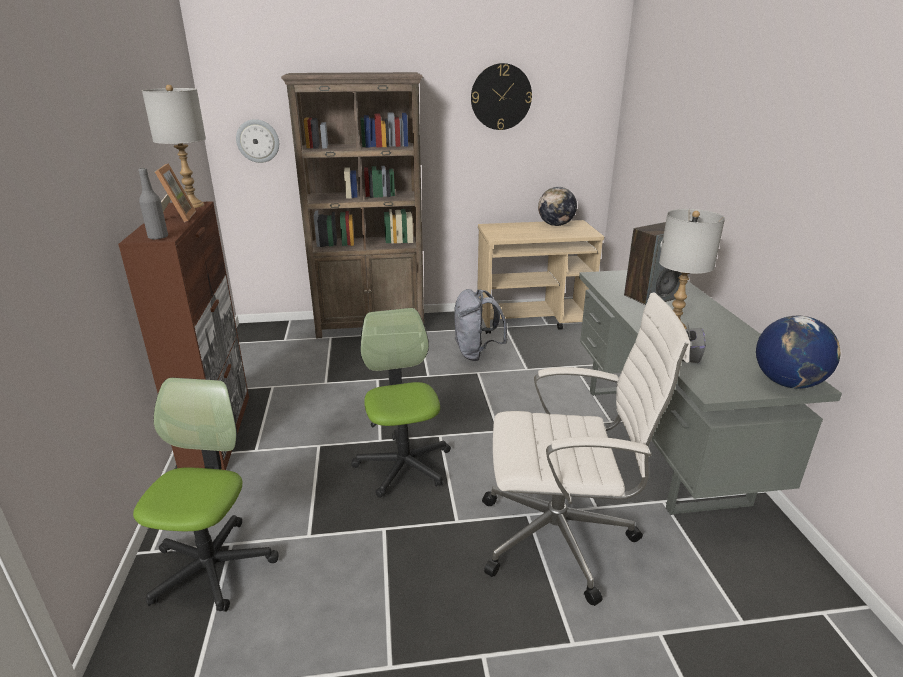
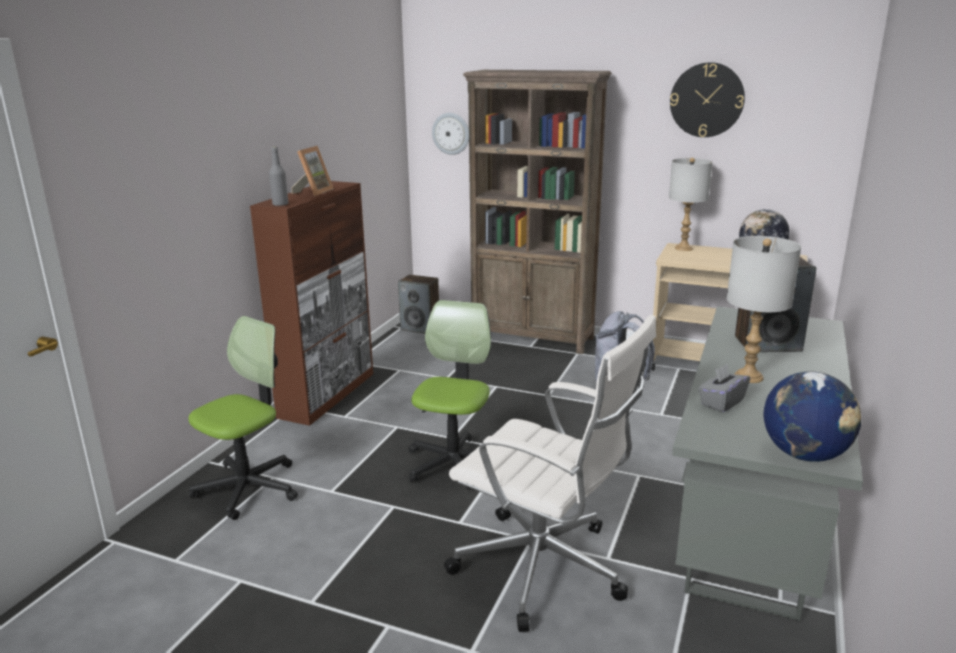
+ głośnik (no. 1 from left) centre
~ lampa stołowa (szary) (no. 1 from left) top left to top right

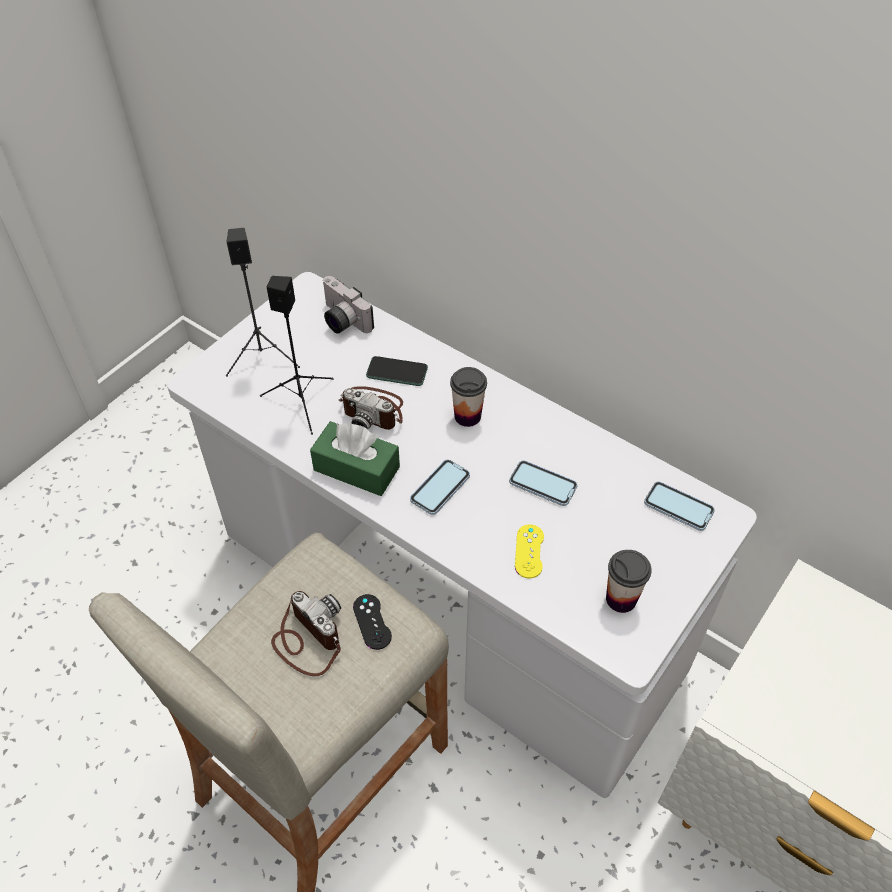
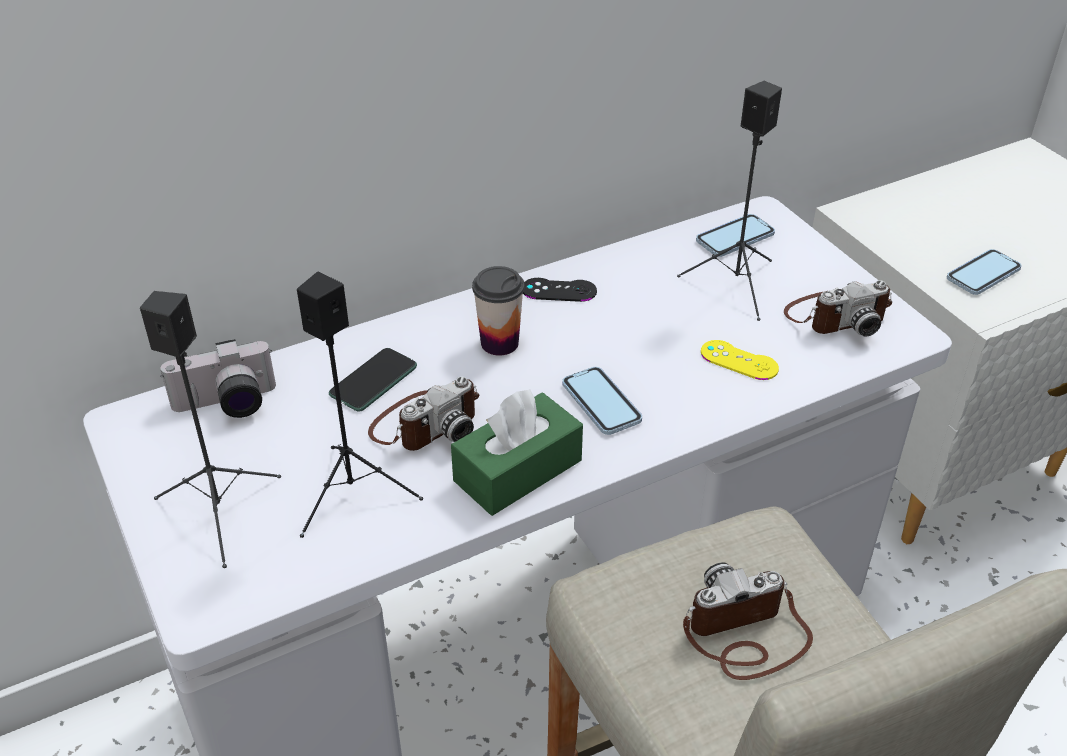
~ pad do gier (czarny) bottom centre to centre
+ głośnik (czarny) (no. 3 from left) top right
~ filiżanka (no. 2 from left) middle right to aparat fotograficzny (no. 4 from left) middle right
~ telefon (no. 3 from left in the first image) centre to telefon (no. 4 from left) middle right

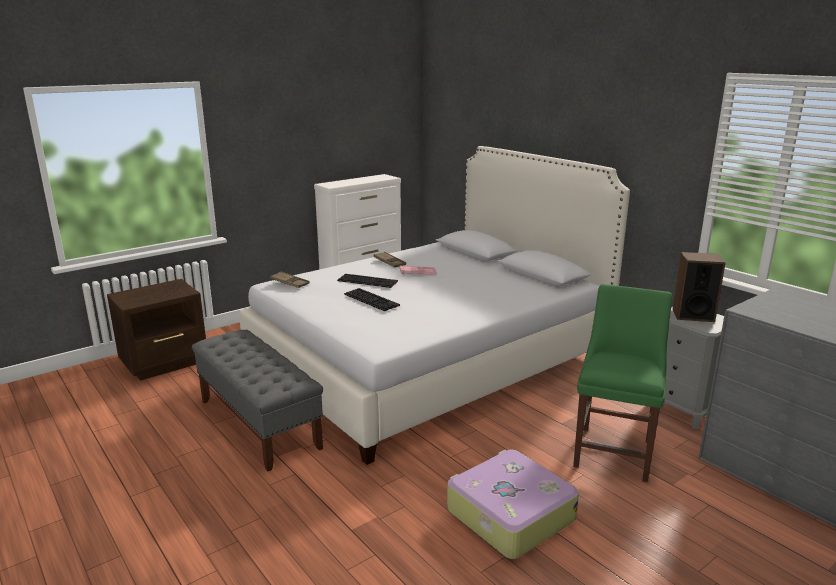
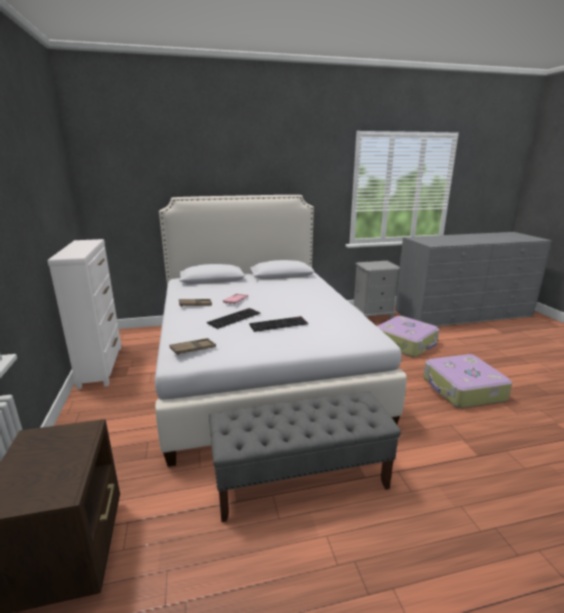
~ krzesło (zielony) middle right to walizka (no. 1 from left) middle right
- głośnik middle right

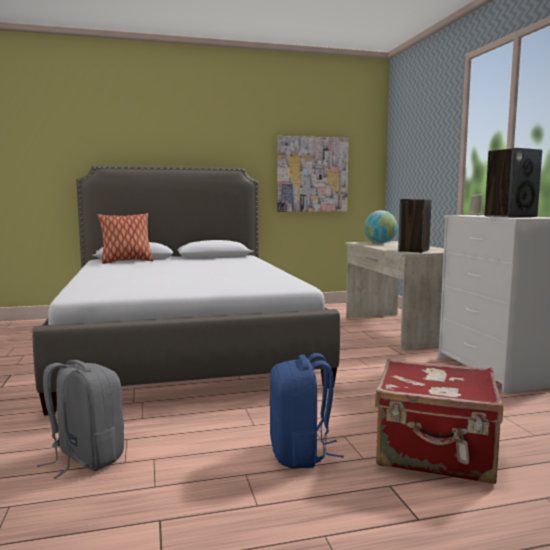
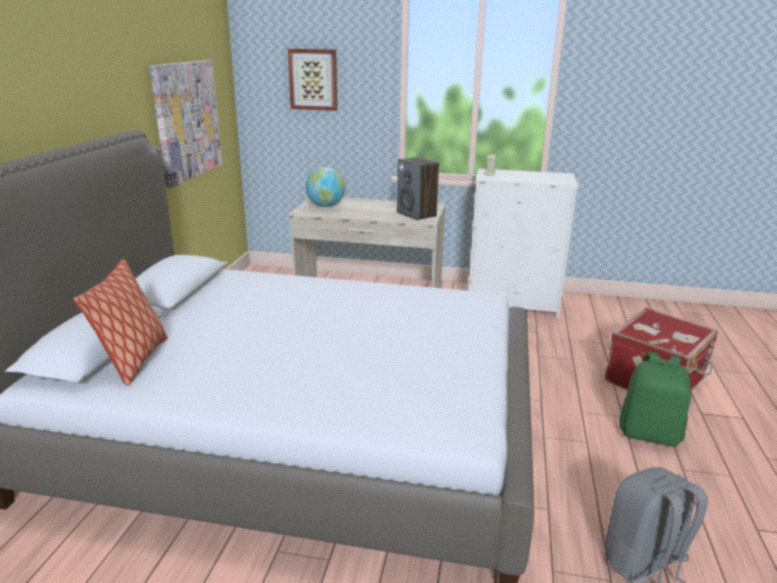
+ obraz (no. 2 from left) top centre
~ plecak (niebieski) bottom centre to plecak (zielony) bottom right
- głośnik (no. 2 from left) top right

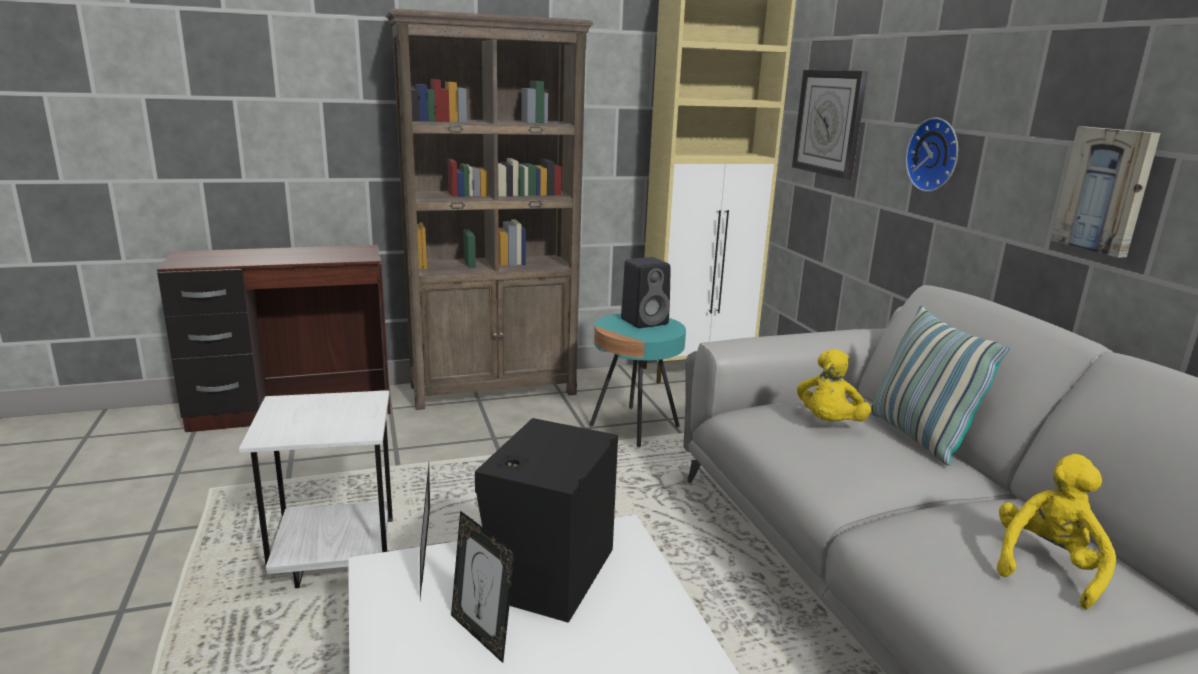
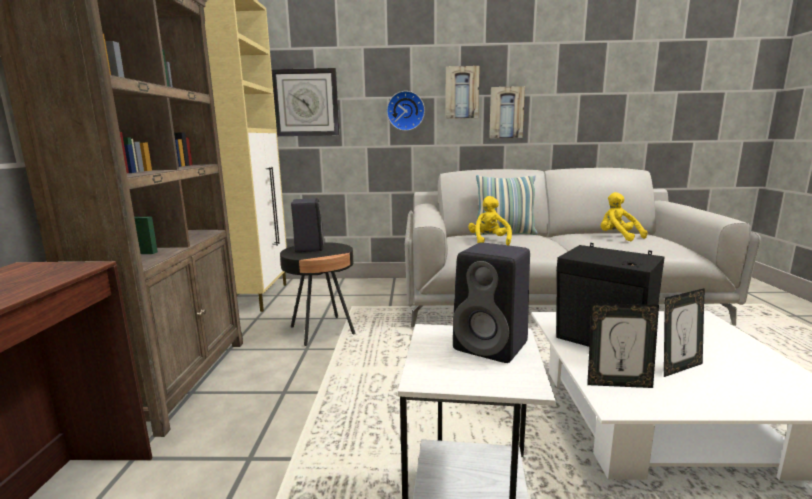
~ stolik (turkusowy) centre to stolik (czarny) centre
+ obraz (no. 1 from left) top centre
+ głośnik (czarny) (no. 2 from left) centre
~ pluszak (żółty) (no. 1 from left) middle right = centre 135 degrees counterclockwise

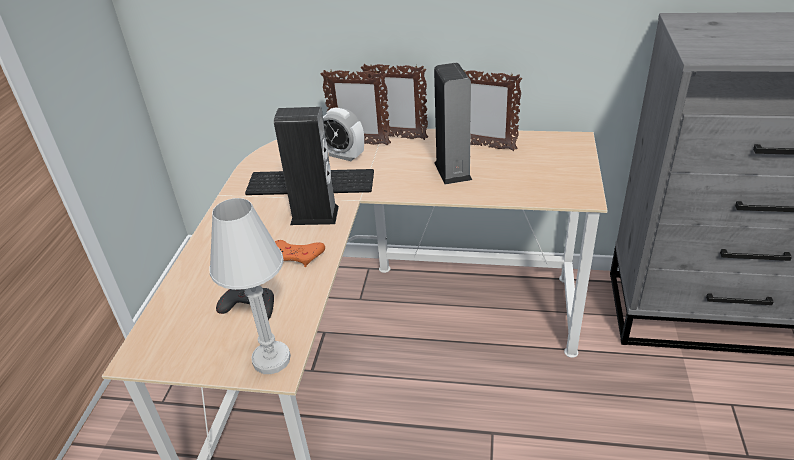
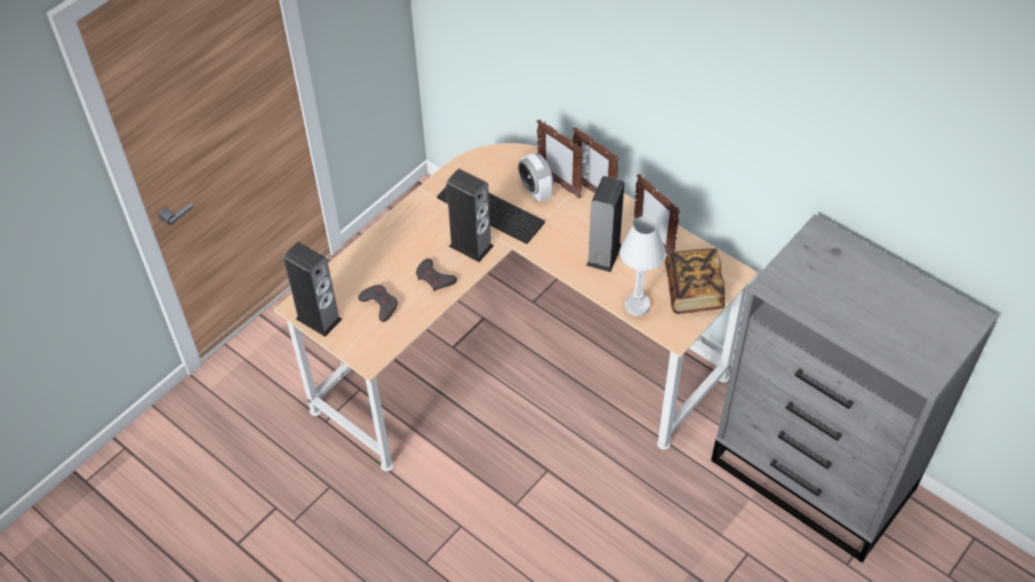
+ głośnik (no. 1 from left) middle left
~ pad do gier (pomarańczowy) centre to pad do gier (szary) (no. 2 from left) centre
~ lampa stołowa (biały) middle left to centre
+ książka middle right

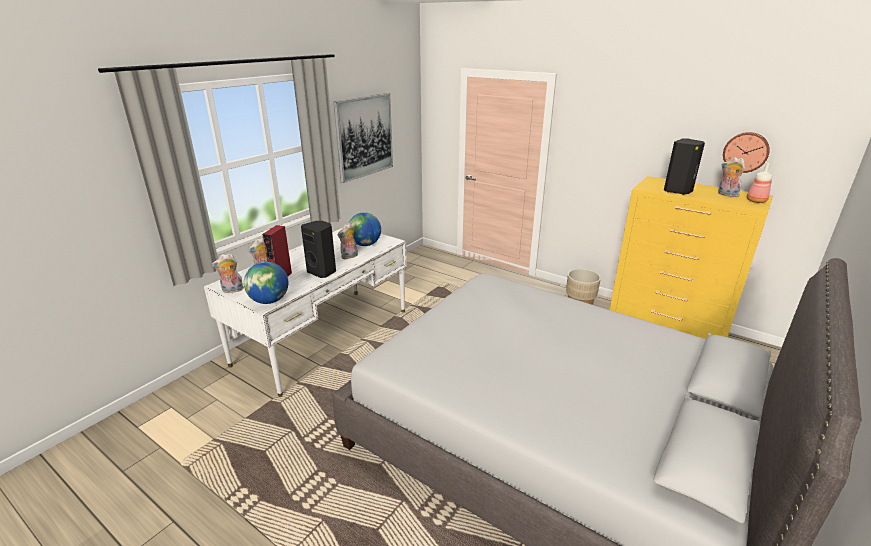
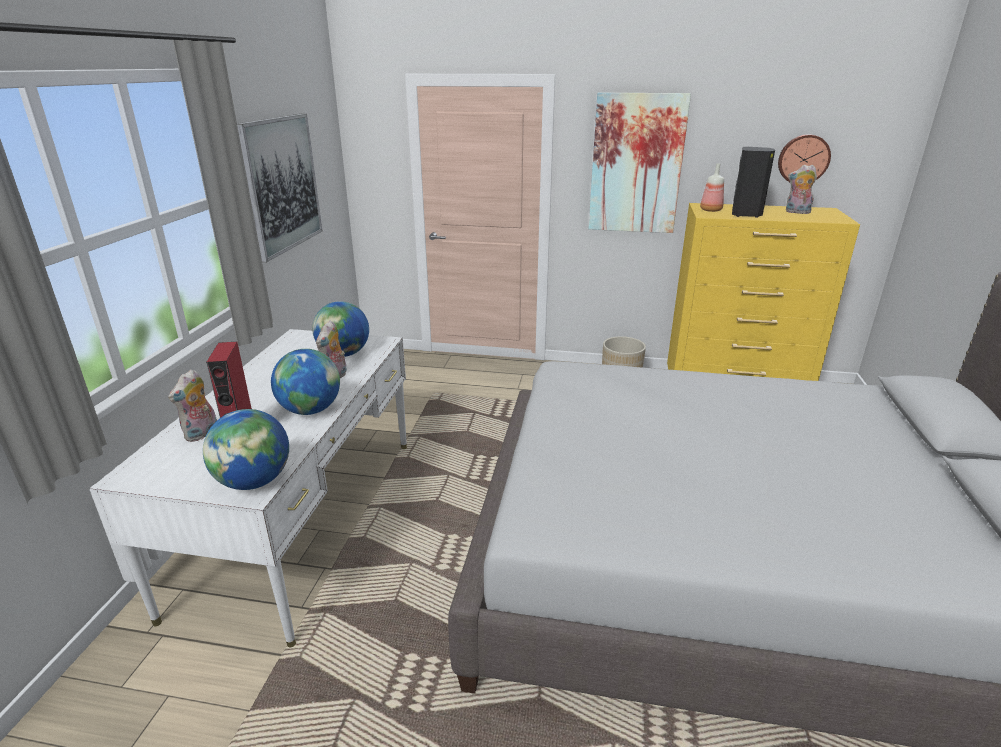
~ głośnik (czarny) (no. 1 from left) centre to globus (no. 2 from left) middle left
+ obraz (no. 2 from left) top centre
~ butelka middle right to top right
- pluszak (no. 1 from left) middle left

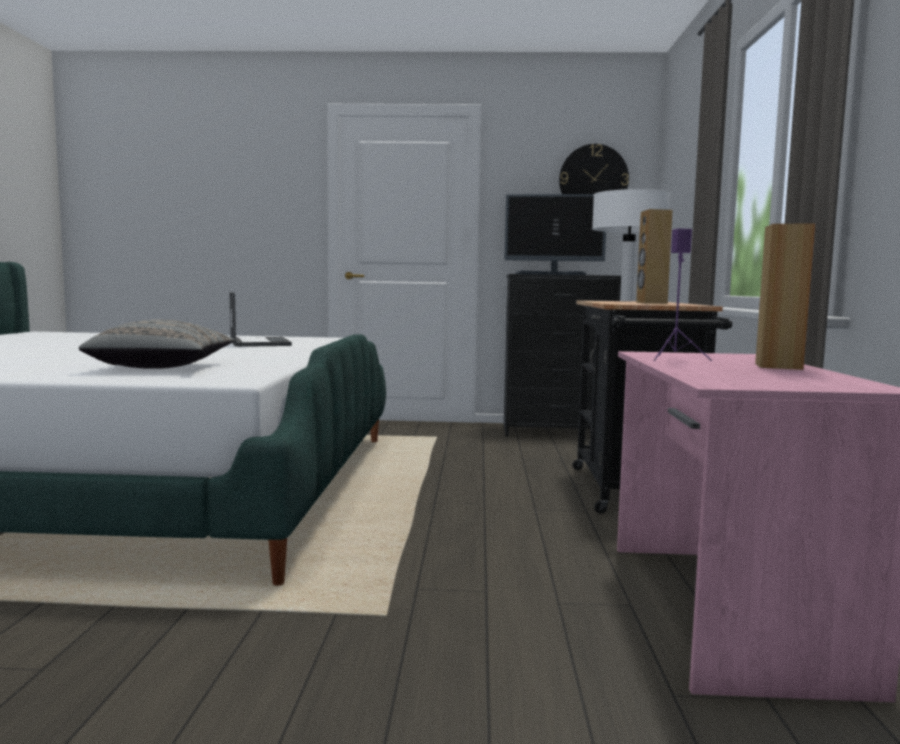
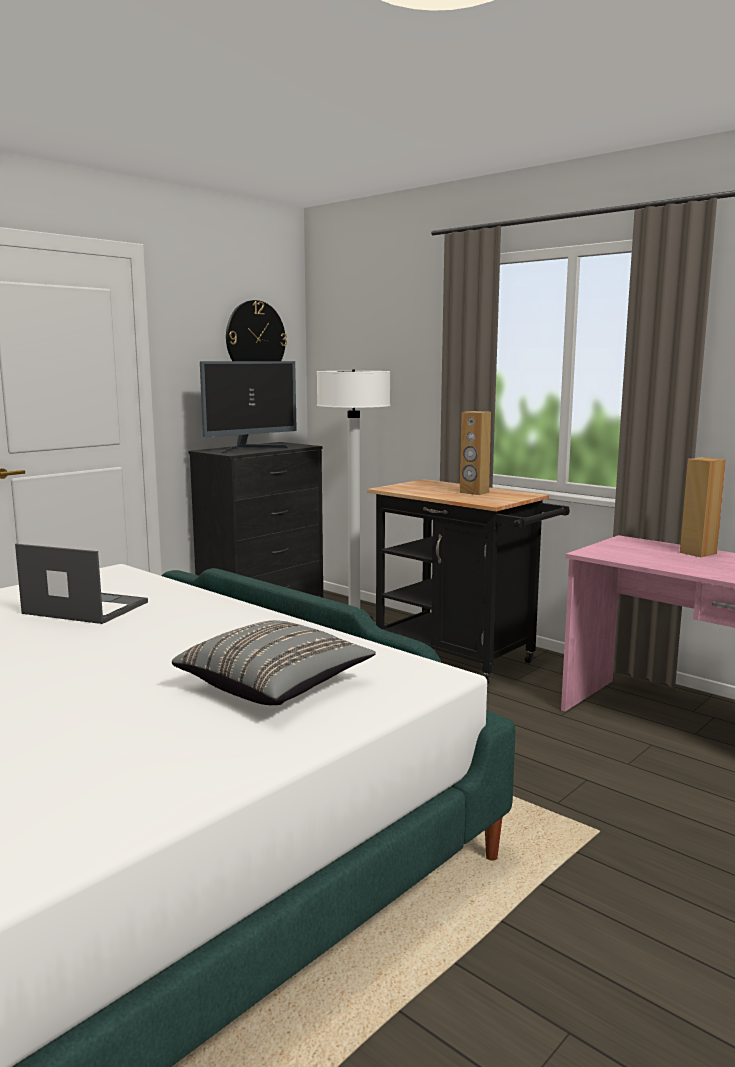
- głośnik (fioletowy) middle right

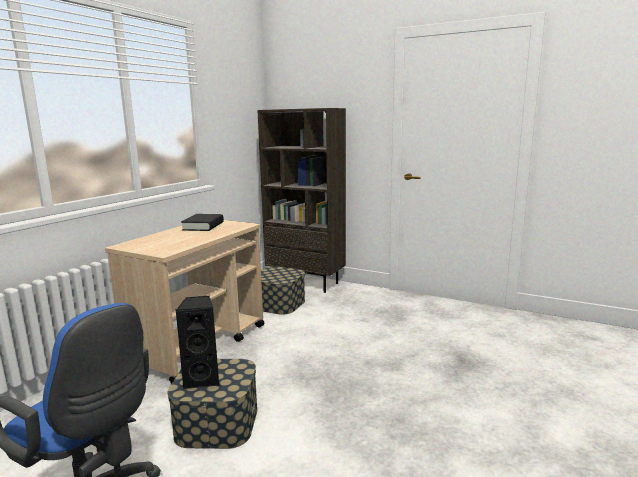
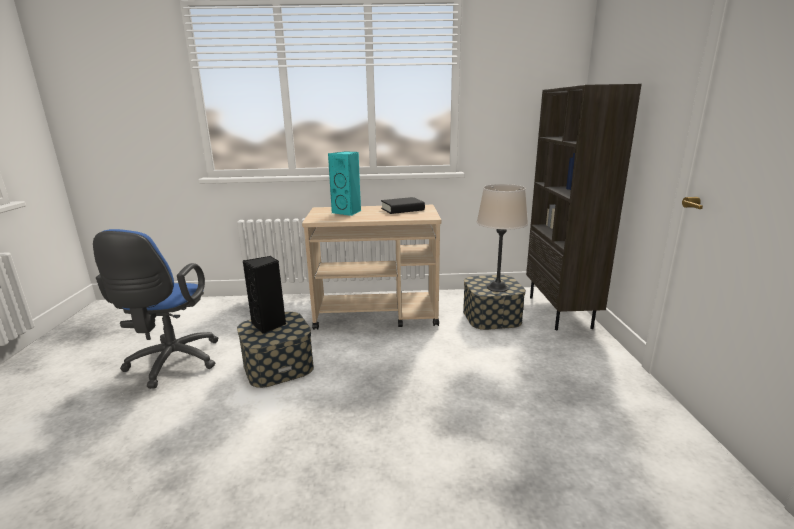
+ głośnik (turkusowy) centre
+ lampa stołowa (beżowy) centre

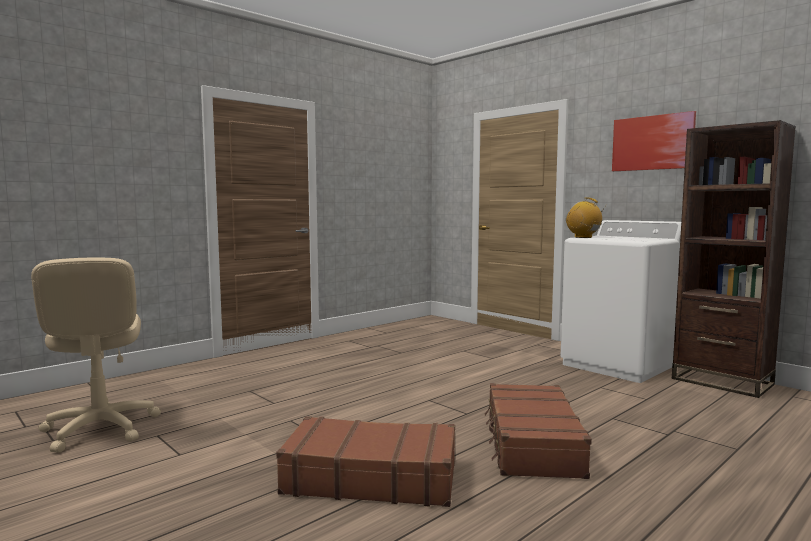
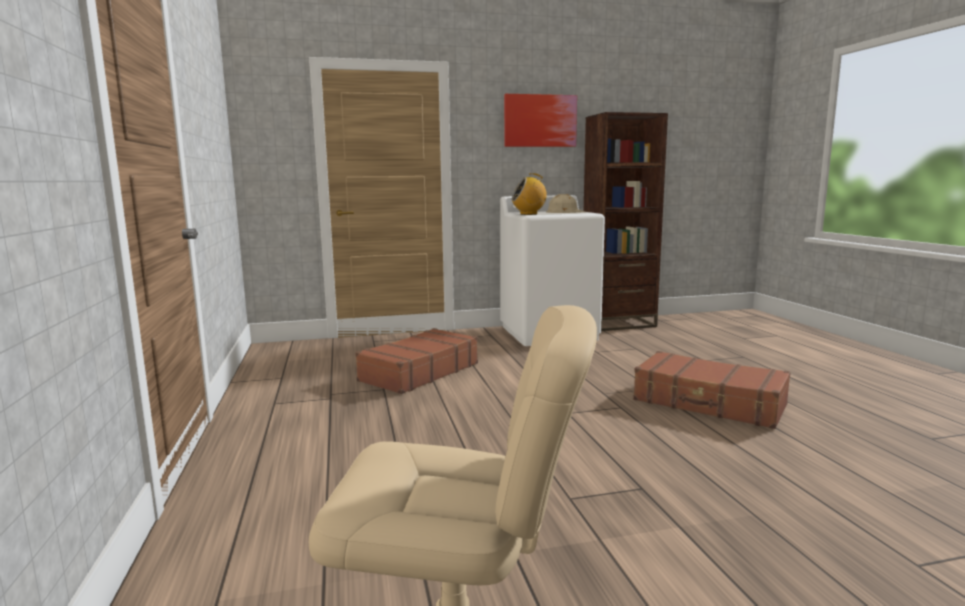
~ walizka (brązowy) (no. 1 from left) bottom centre to centre
+ kask (beżowy) centre

